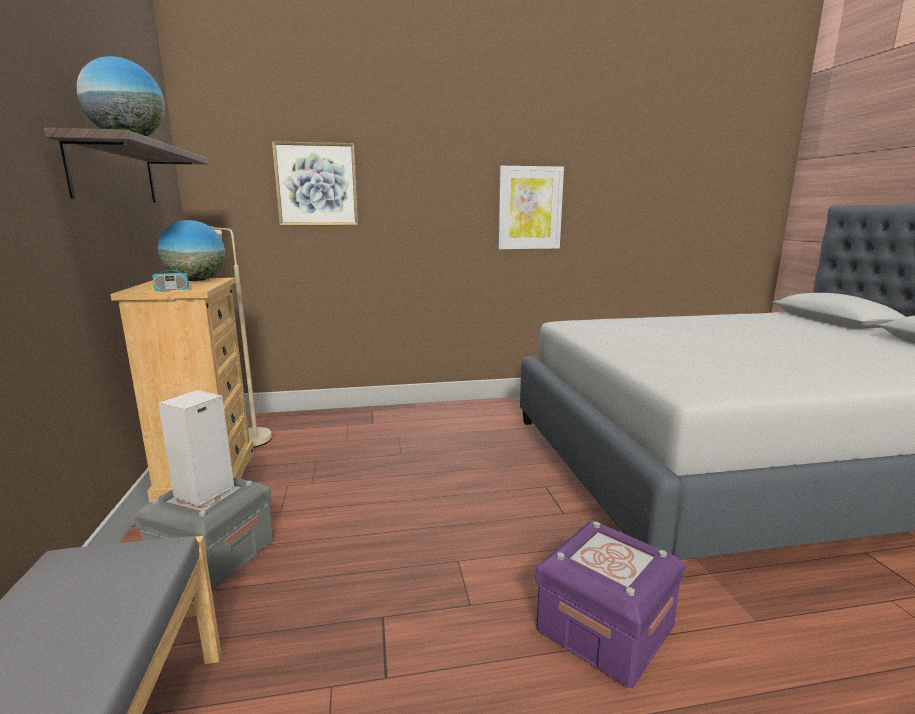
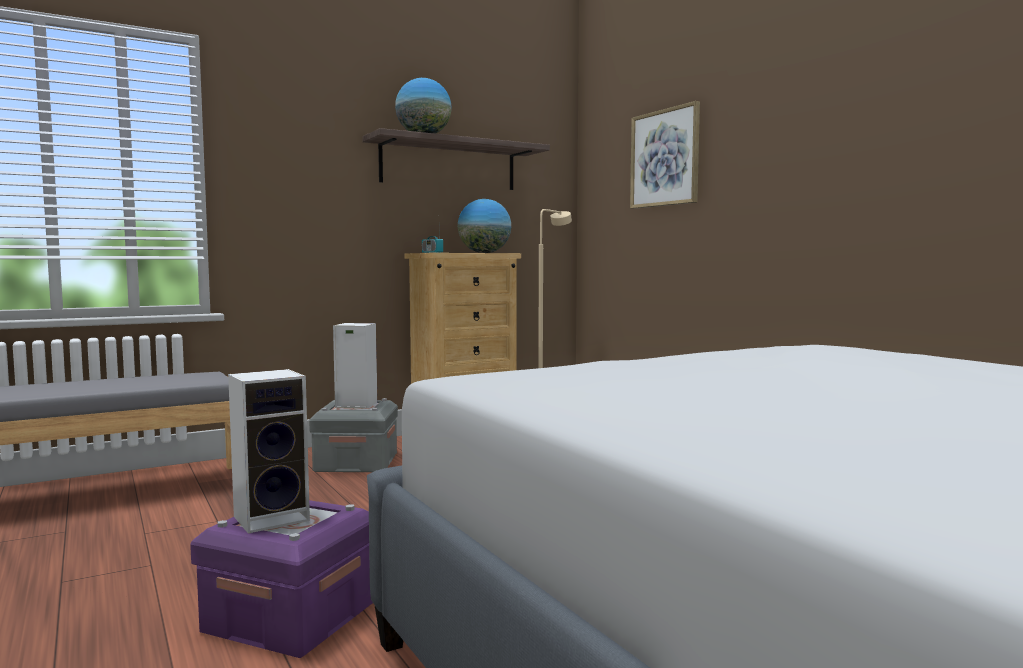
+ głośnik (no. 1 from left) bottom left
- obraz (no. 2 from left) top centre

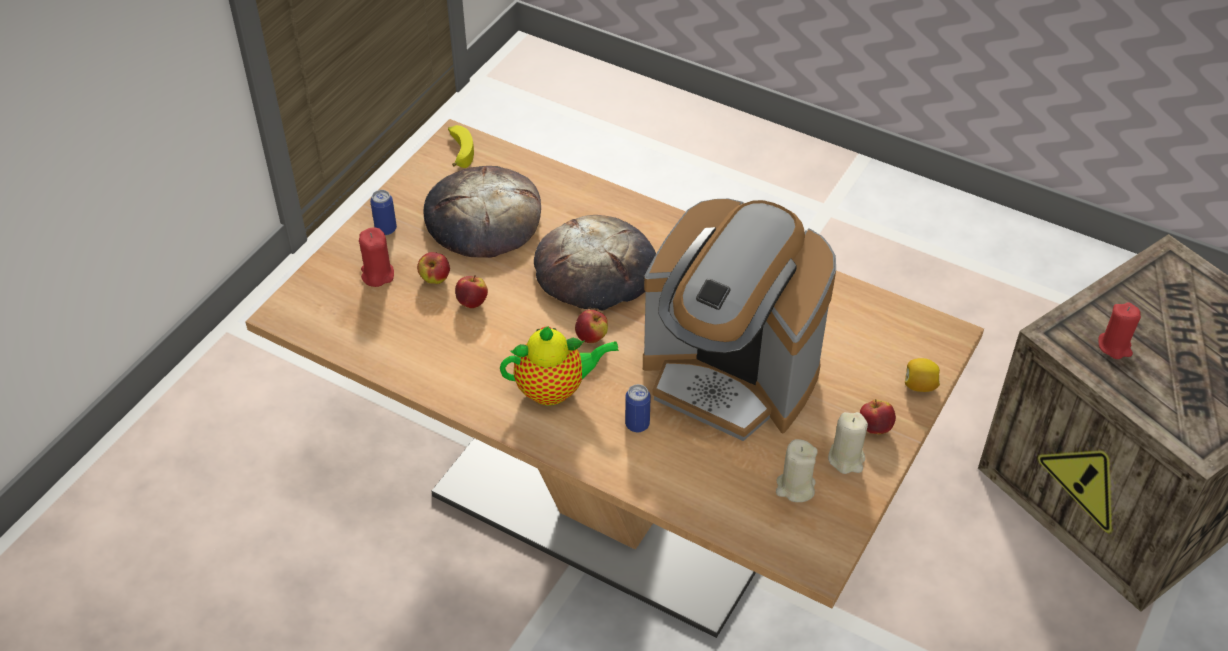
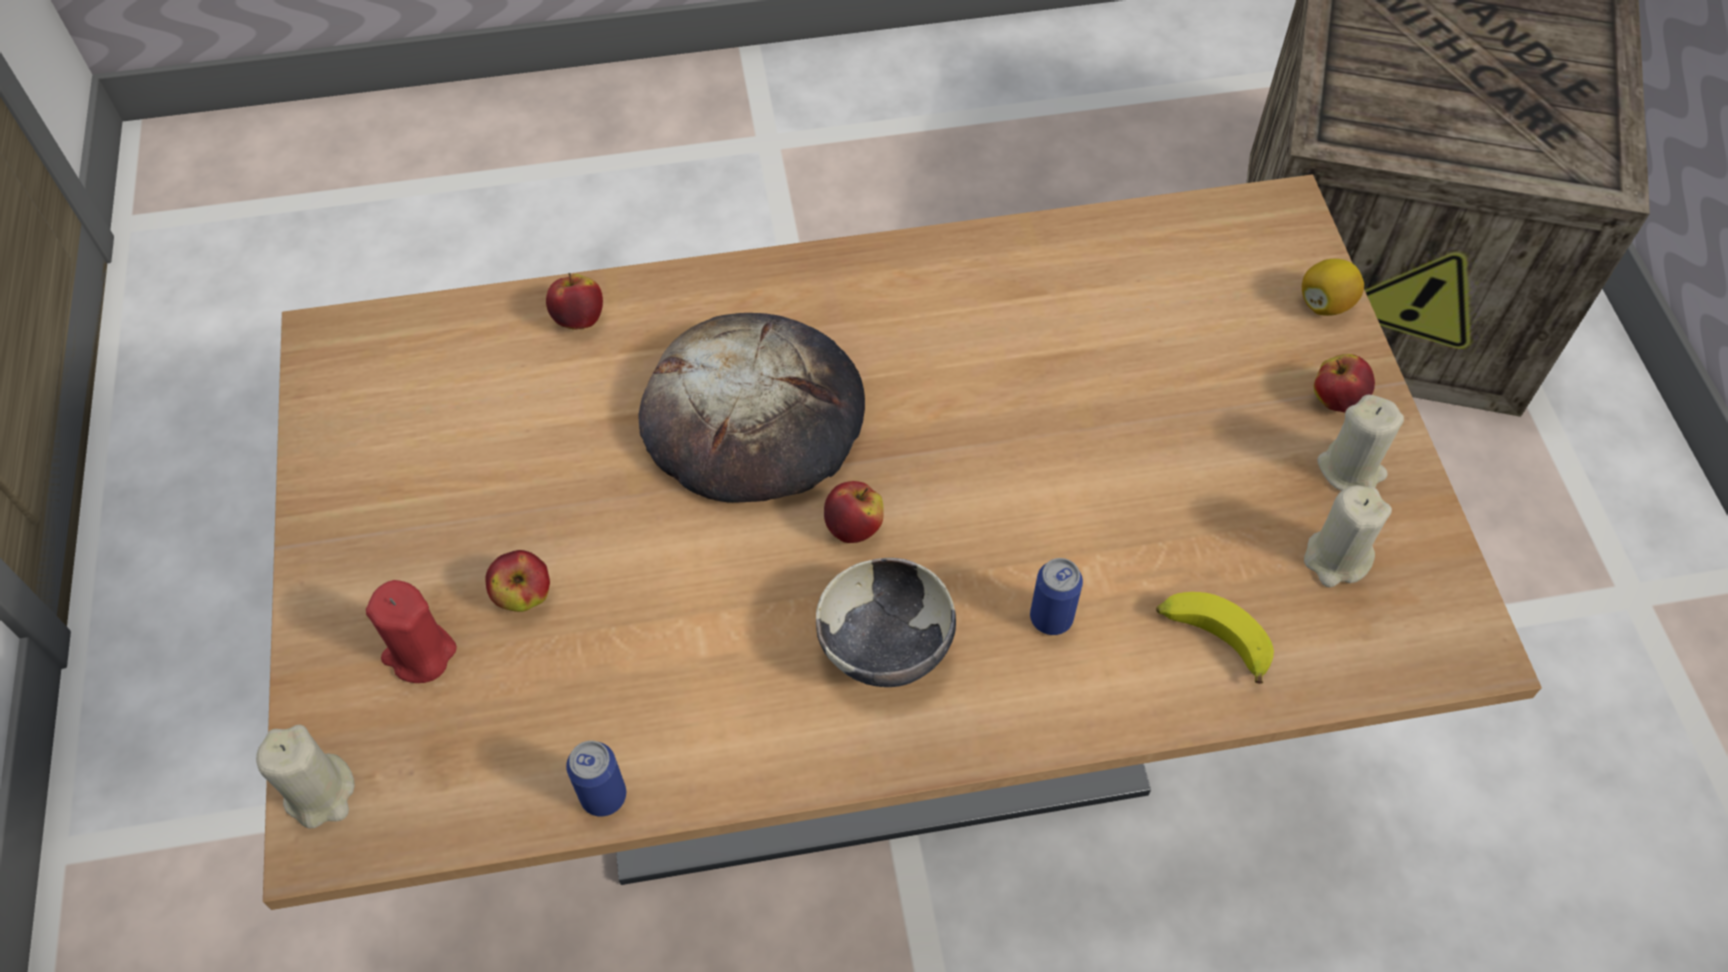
+ świeca (beżowy) (no. 1 from left) bottom left
~ jabłko (no. 2 from left) centre to top left
~ puszka (no. 1 from left) top left to bottom centre
~ imbryk centre to miska centre
~ banan top centre to middle right
- chleb (no. 1 from left) top centre
- ekspres do kawy centre
- świeca (czerwony) (no. 2 from left) middle right

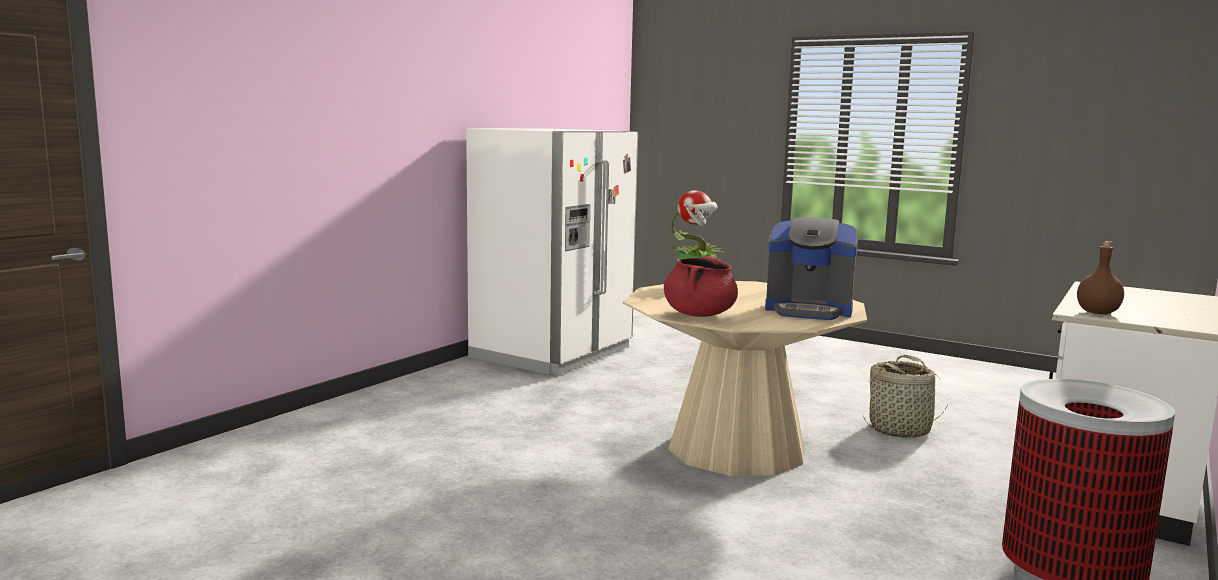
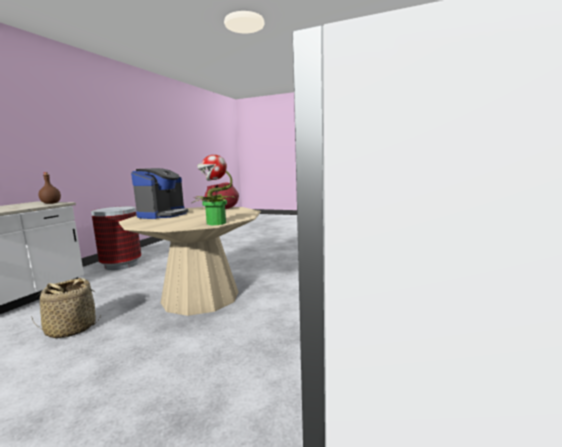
~ ekspres do kawy centre = middle left 105 degrees clockwise

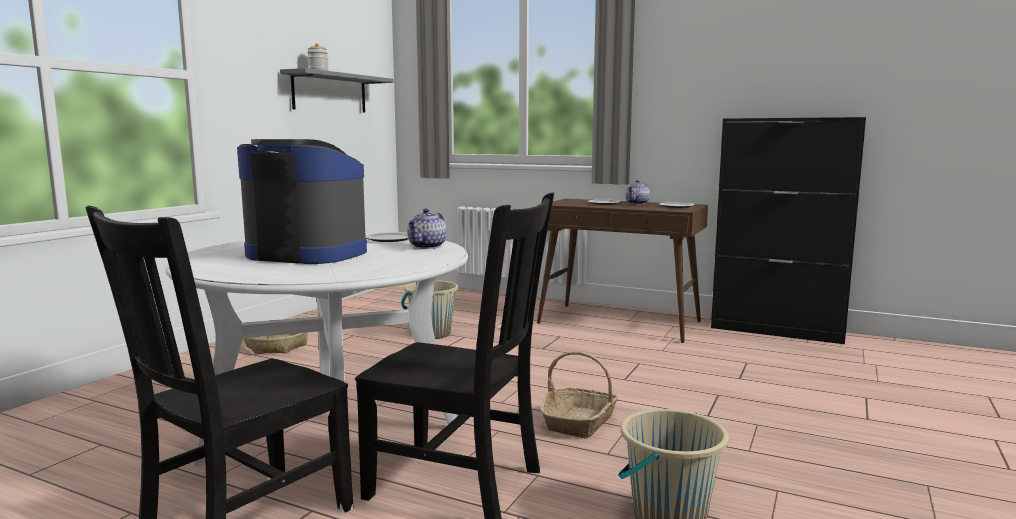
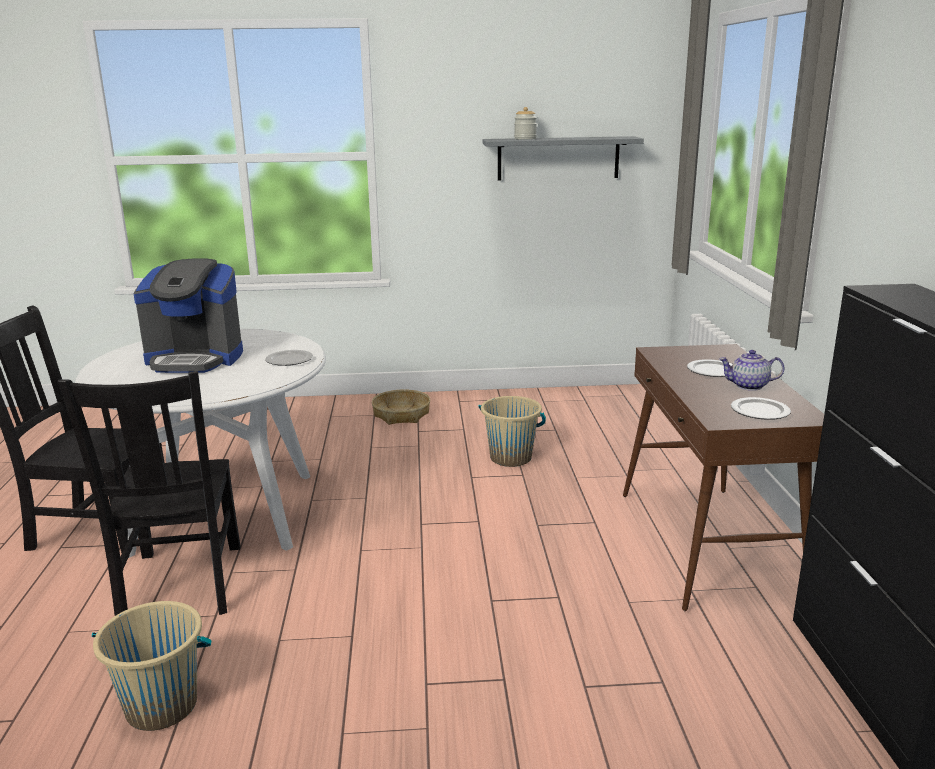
~ ekspres do kawy middle left = middle left 105 degrees clockwise
- imbryk (no. 1 from left) centre
- koszyk (no. 2 from left) bottom centre

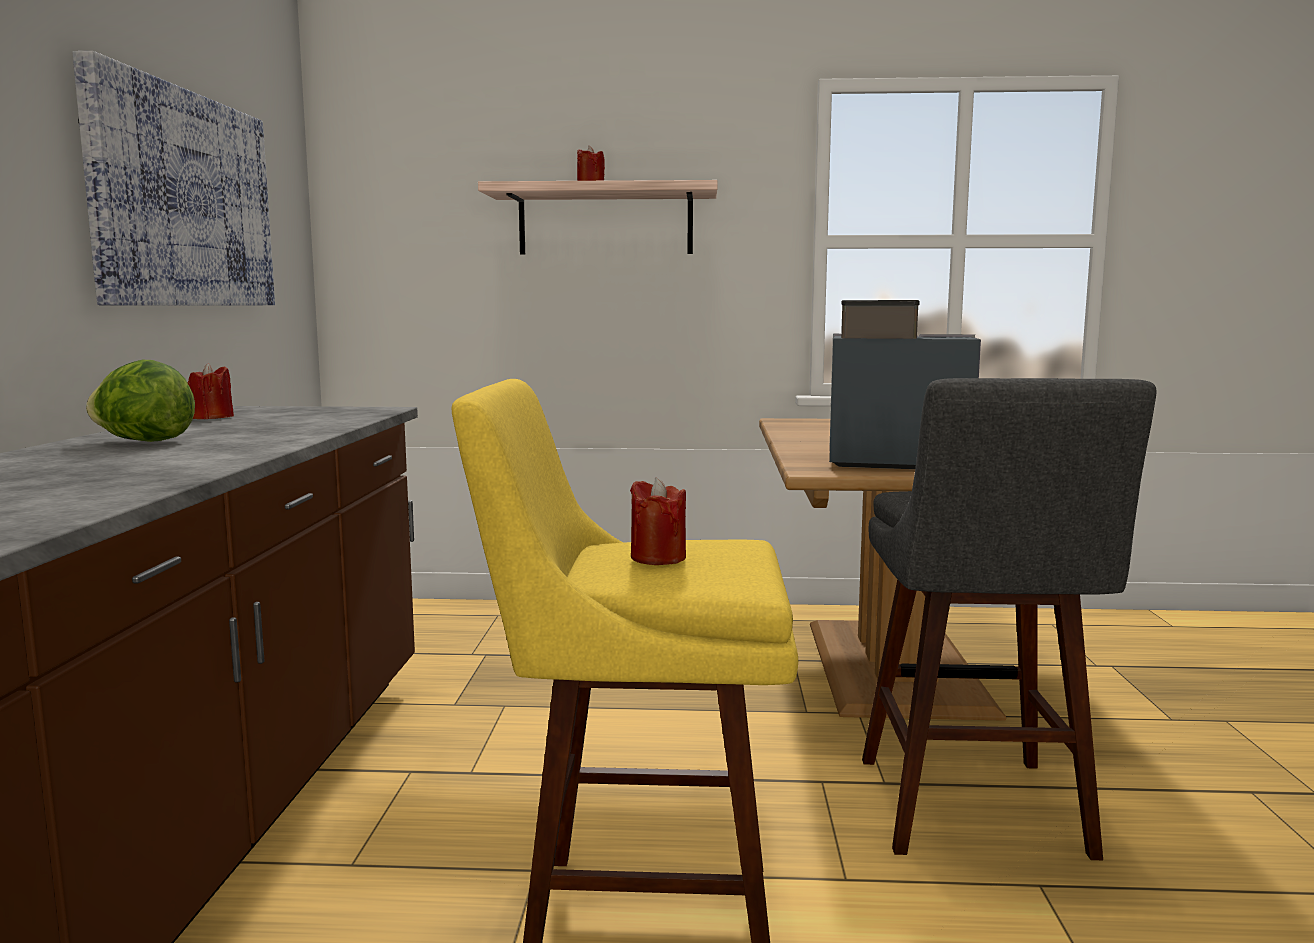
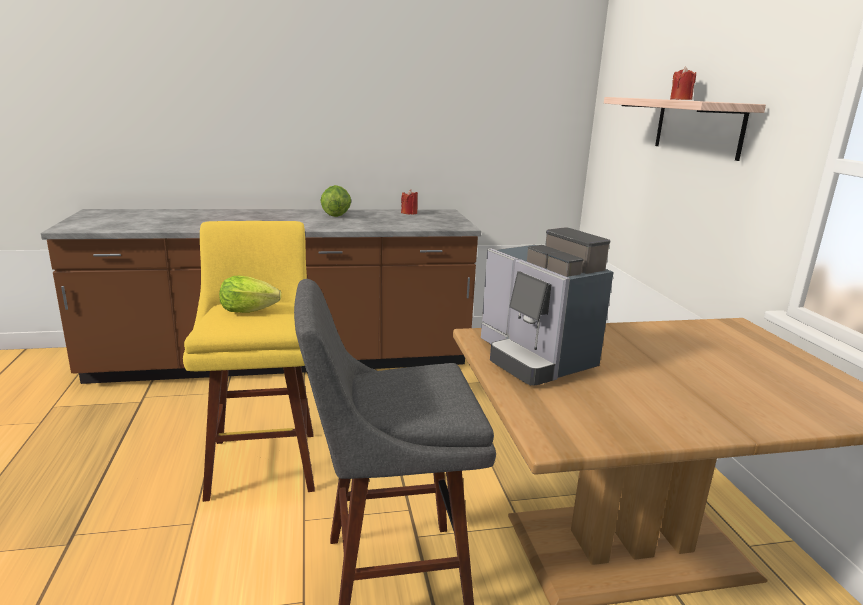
~ świeca (czerwony) (no. 3 from left) centre to sałata (no. 1 from left) middle left
~ ekspres do kawy middle right = centre 150 degrees clockwise
- obraz top left

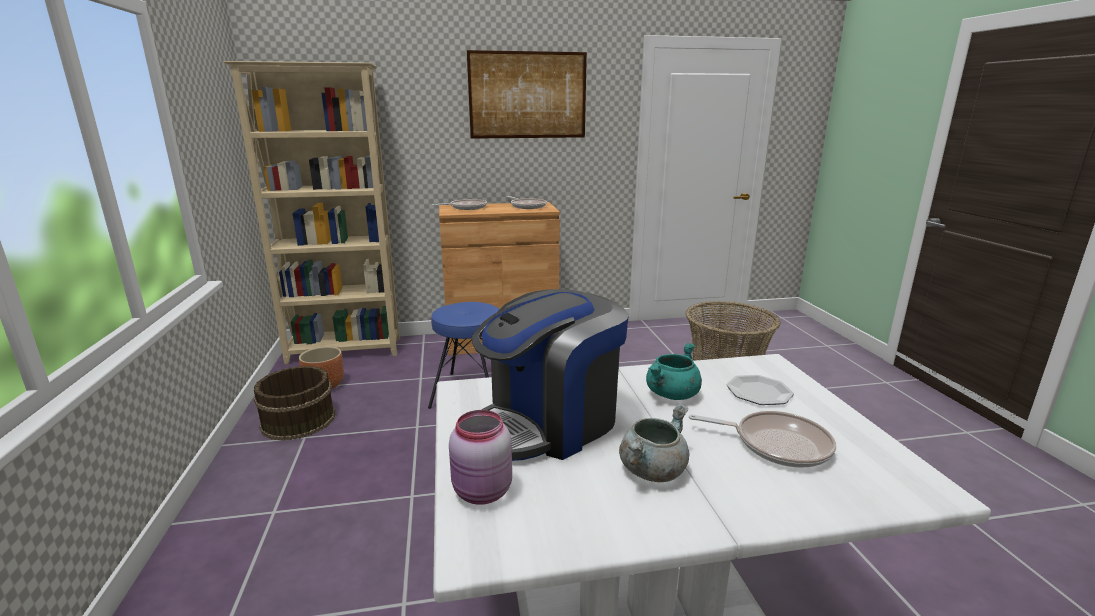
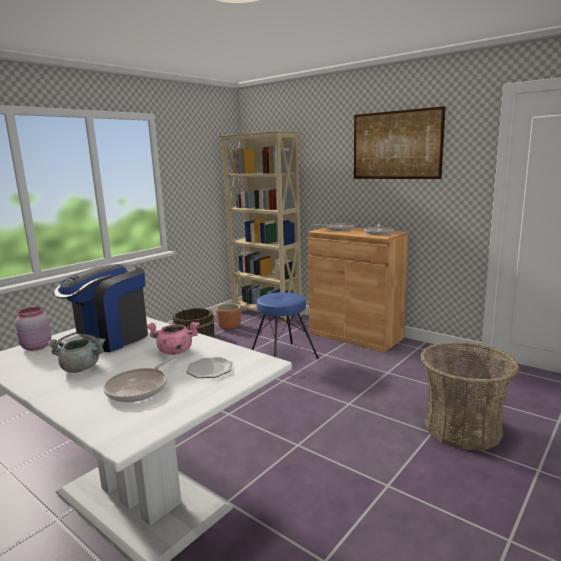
~ ekspres do kawy centre = middle left 60 degrees counterclockwise
~ patelnia (no. 3 from left in the first image) bottom right = bottom left 45 degrees clockwise
~ garnek (turkusowy) centre to garnek (różowy) middle left

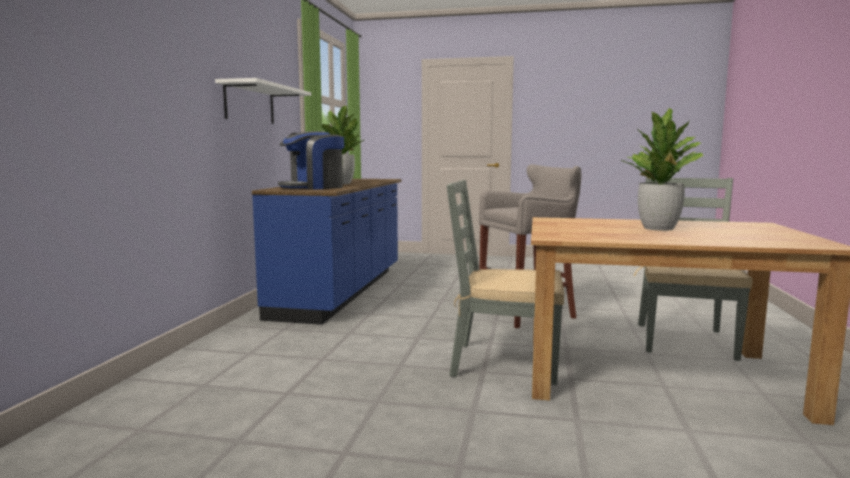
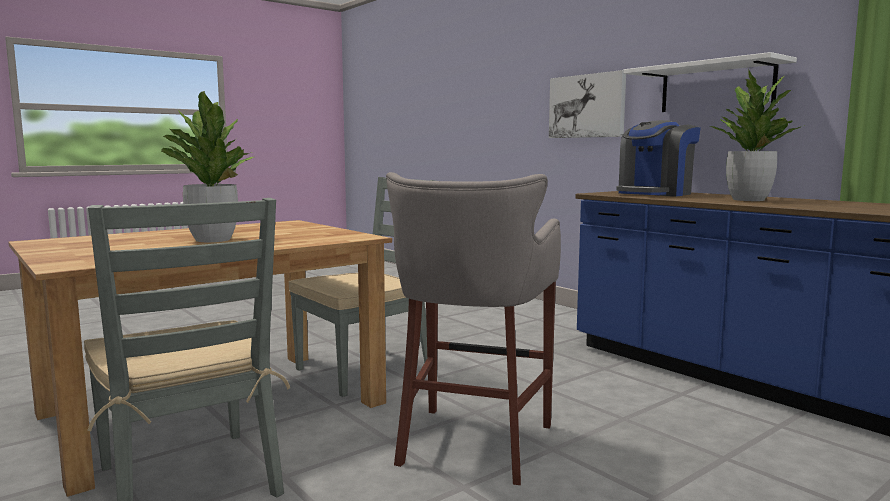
+ obraz top centre
~ ekspres do kawy centre = top right 135 degrees counterclockwise

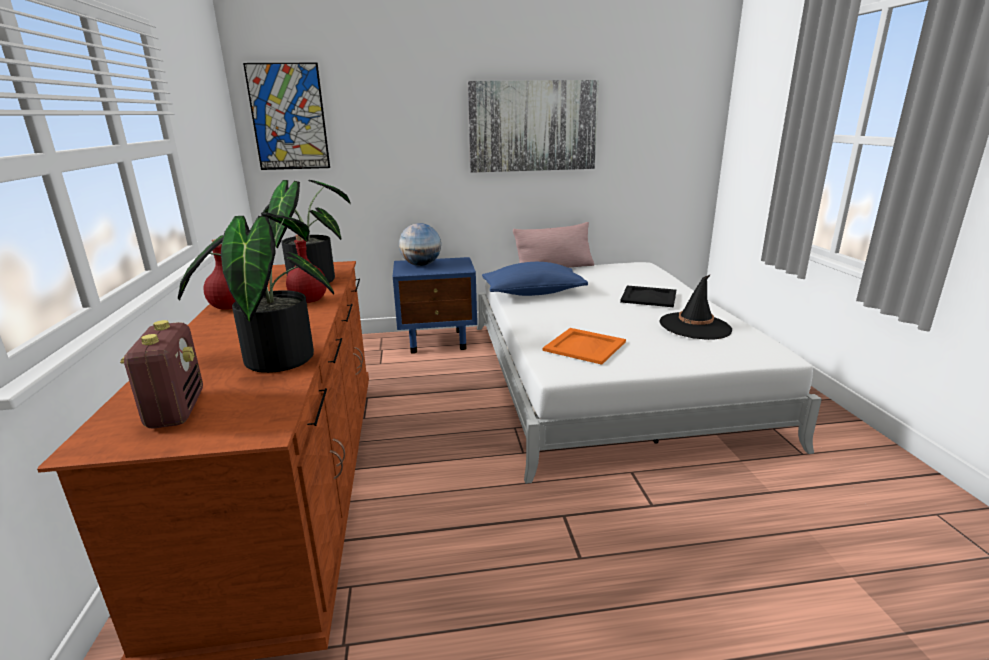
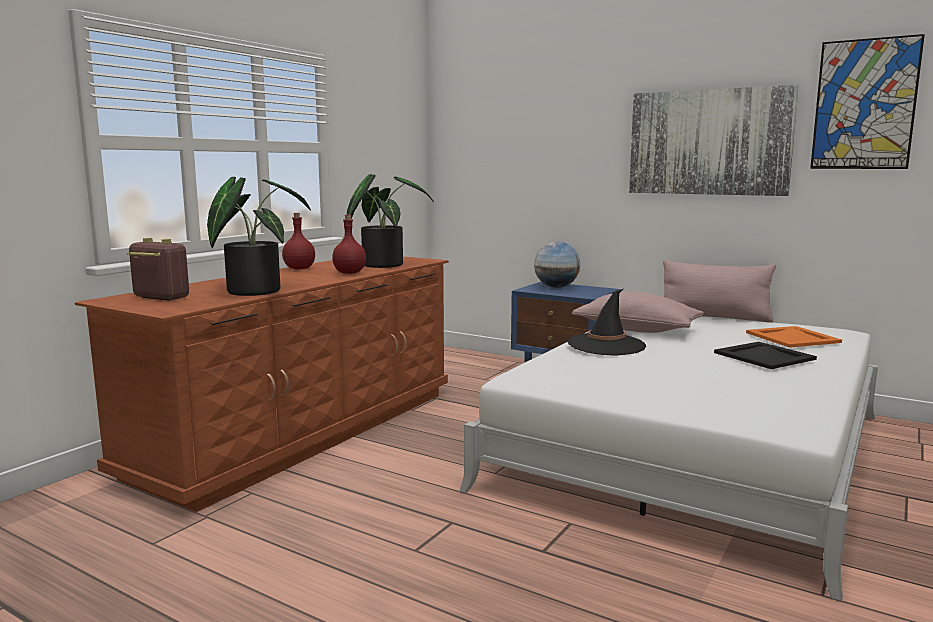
~ radio middle left = middle left 90 degrees counterclockwise
~ kapelusz (czarny) middle right to centre
~ poduszka (niebieski) centre to poduszka (różowy) (no. 1 from left) middle right
~ taca (pomarańczowy) centre to middle right
~ obraz (no. 1 from left in the first image) top left to obraz (no. 2 from left) top right

